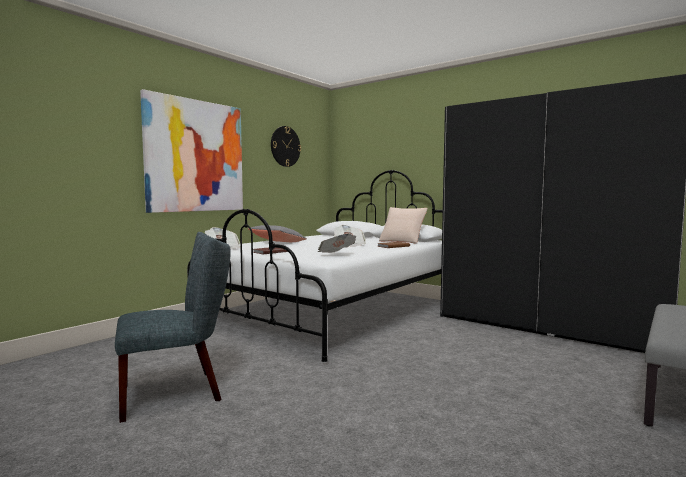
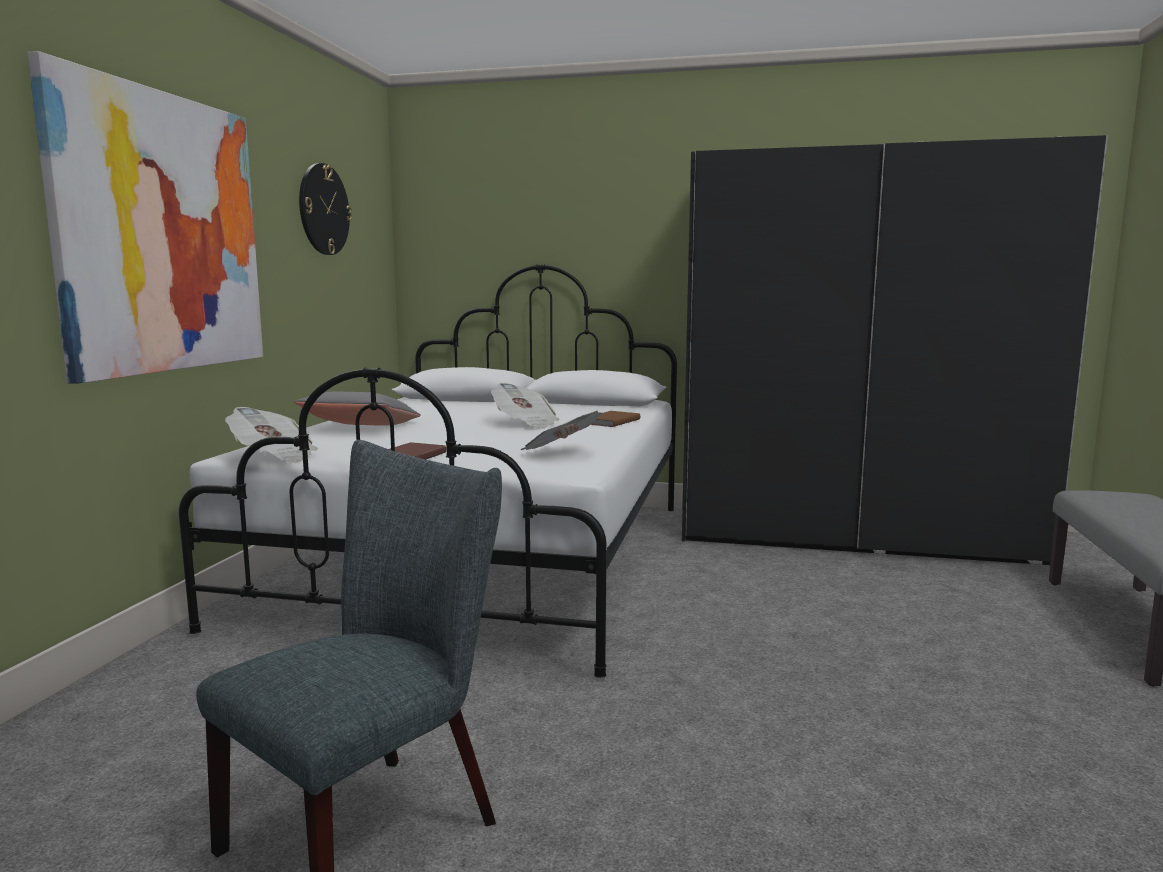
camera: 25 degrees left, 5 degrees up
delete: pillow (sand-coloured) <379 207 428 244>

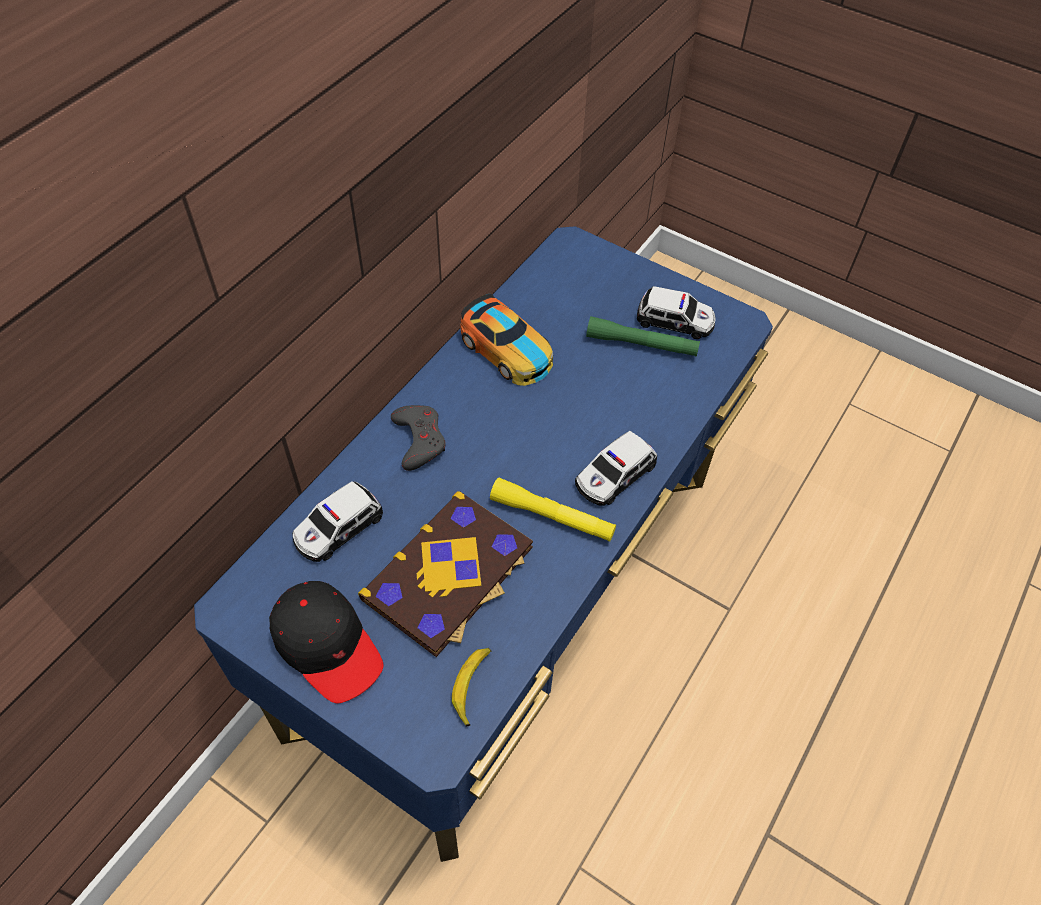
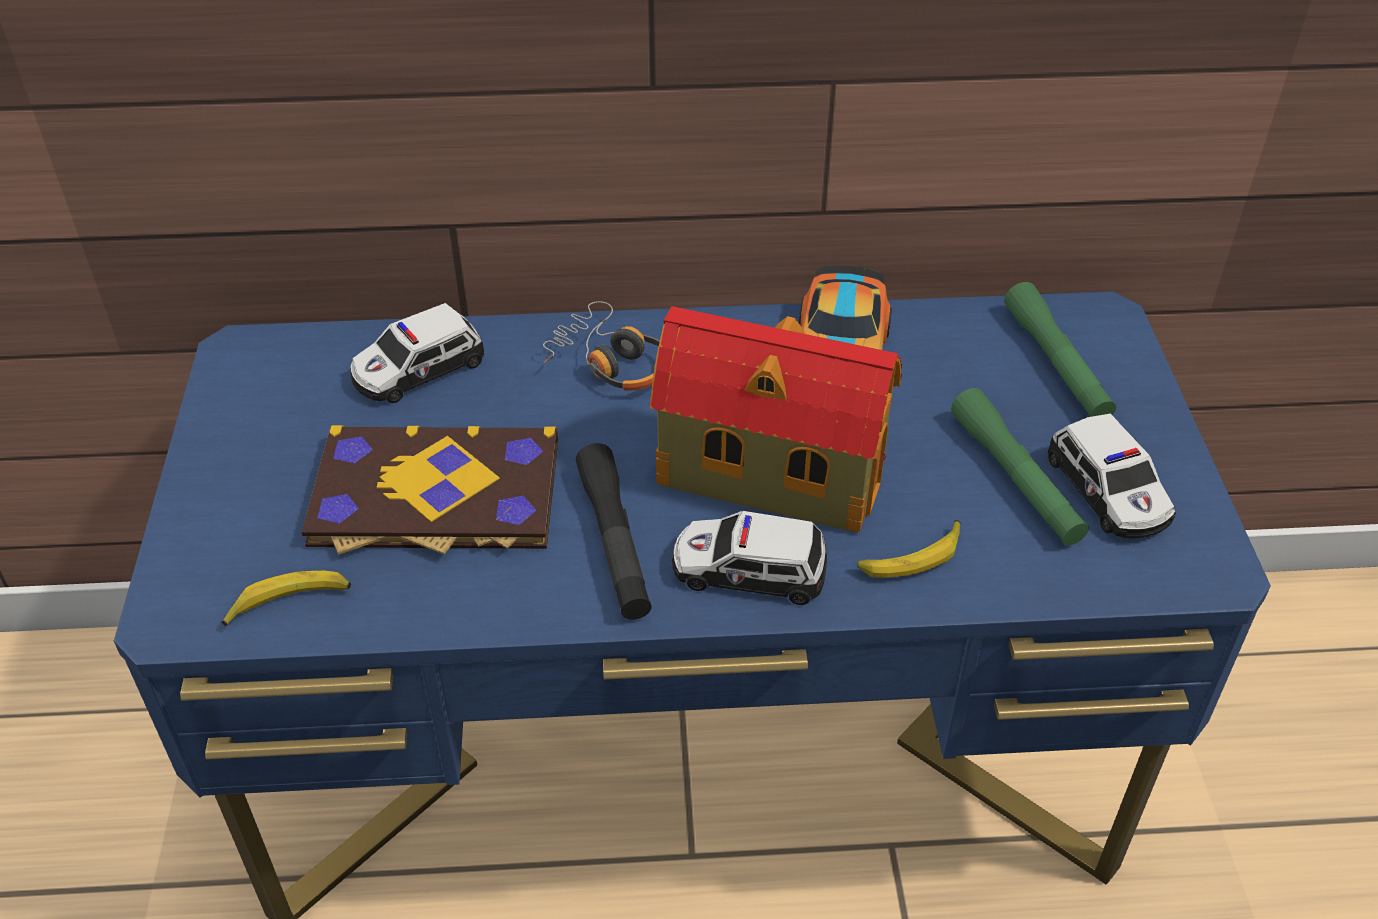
camera: 55 degrees right, 10 degrees down
delete: baseball cap (black) <269 581 383 703>
insert: model house <650 306 902 533>; banana fruit <857 520 961 578>; flashlight (green) <1005 282 1116 417>
replace: game controller (greyish) <391 405 446 471> to headphones <543 301 660 391>
recolor: flashlight (yellow-coloured) <490 477 616 542> to flashlight (black) <576 443 652 620>
rotate: toy car <292 481 383 562> = <350 303 484 403> 45 degrees counterclockwise

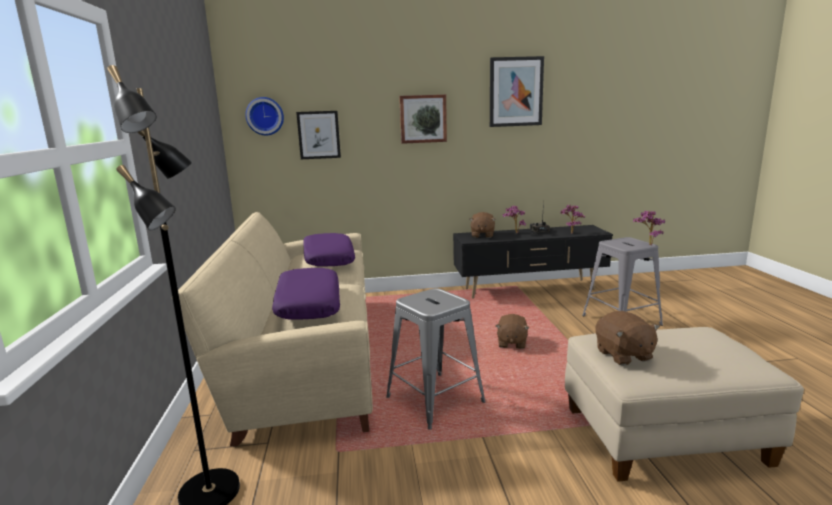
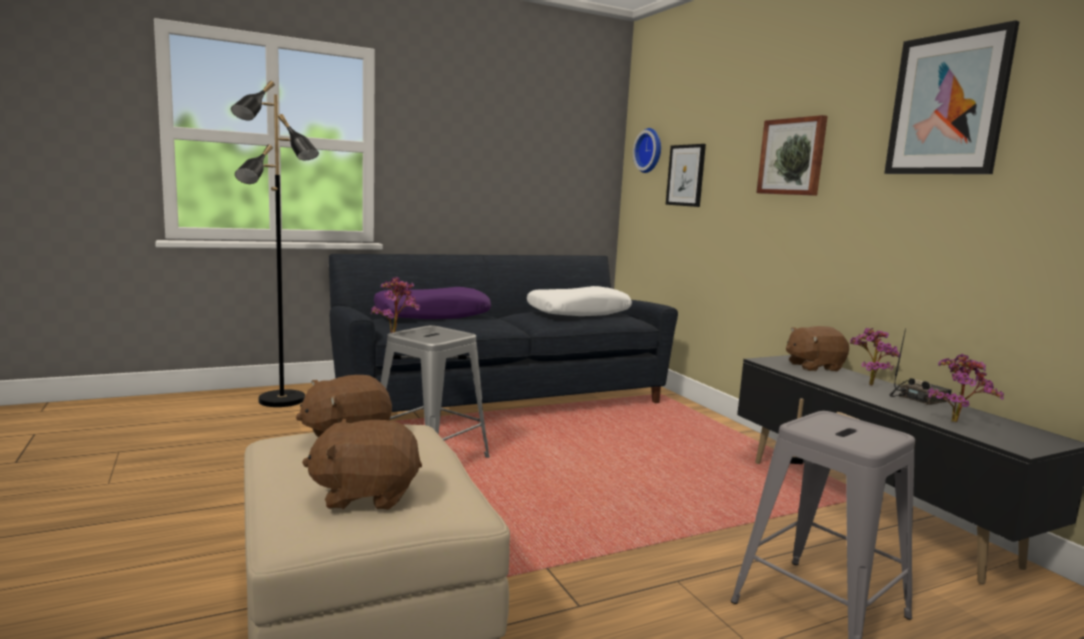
camera: 70 degrees right, 5 degrees down
move: soft toy (brownish) <496 314 529 349> to <302 419 422 510>; potted plant <633 211 665 245> to <371 277 420 333>
recolor: settee (sand-coloured) <172 212 373 447> to settee (black) <329 254 678 412>; pillow (purple) <303 233 355 266> to pillow (white) <527 286 632 316>

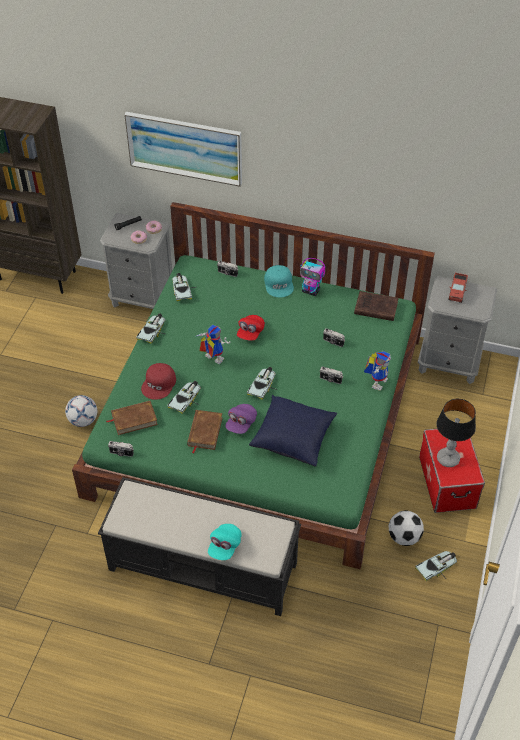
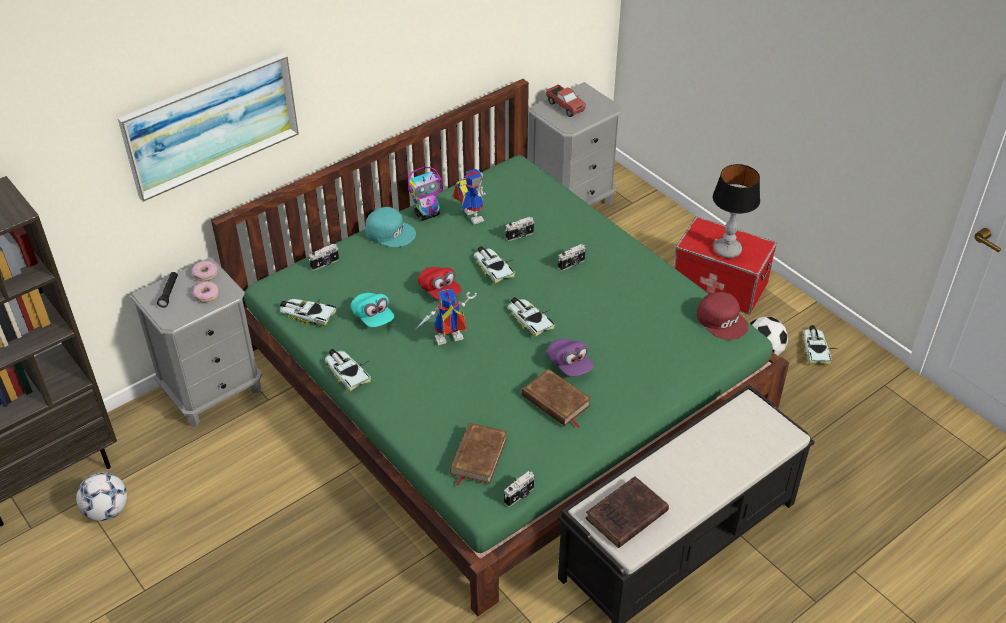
camera: 55 degrees left, 5 degrees down
delete: pillow (blue) <249 395 337 466>
move: ball for football <65 395 97 427> to <76 472 127 521>; baseball cap (red-coloured) <141 363 176 400> to <697 292 748 340>; toy car <167 381 201 414> to <474 246 515 284>; baseball cap (blue-green) <208 524 242 560> to <351 293 395 327>; book (brownish) <354 291 398 321> to <586 476 669 548>; toy robot <364 351 391 391> to <453 169 485 224>

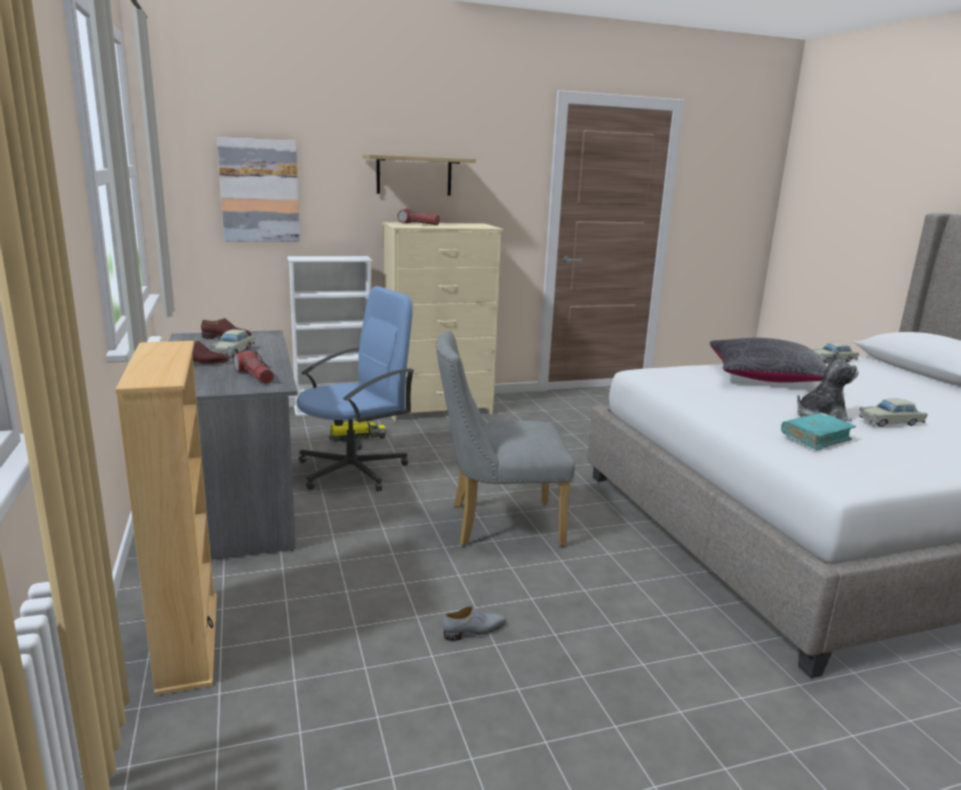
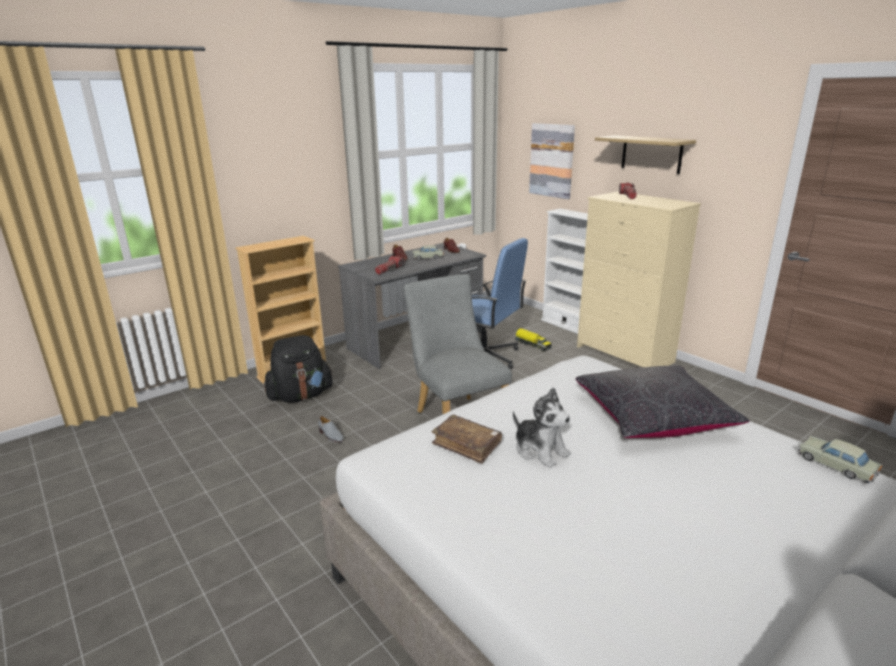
camera: 70 degrees right, 5 degrees up
delete: toy car (sand-coloured) <859 399 928 427>
insert: backpack (black) <264 335 333 403>
recolor: book (blue-green) <781 413 856 450> to book (brownish) <432 414 502 464>

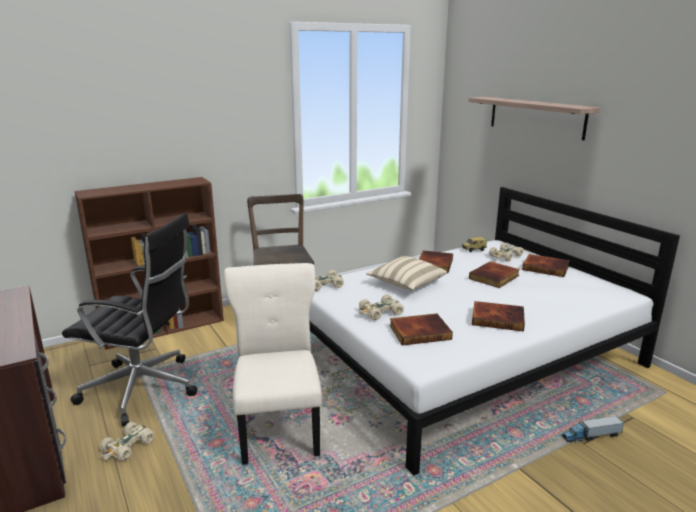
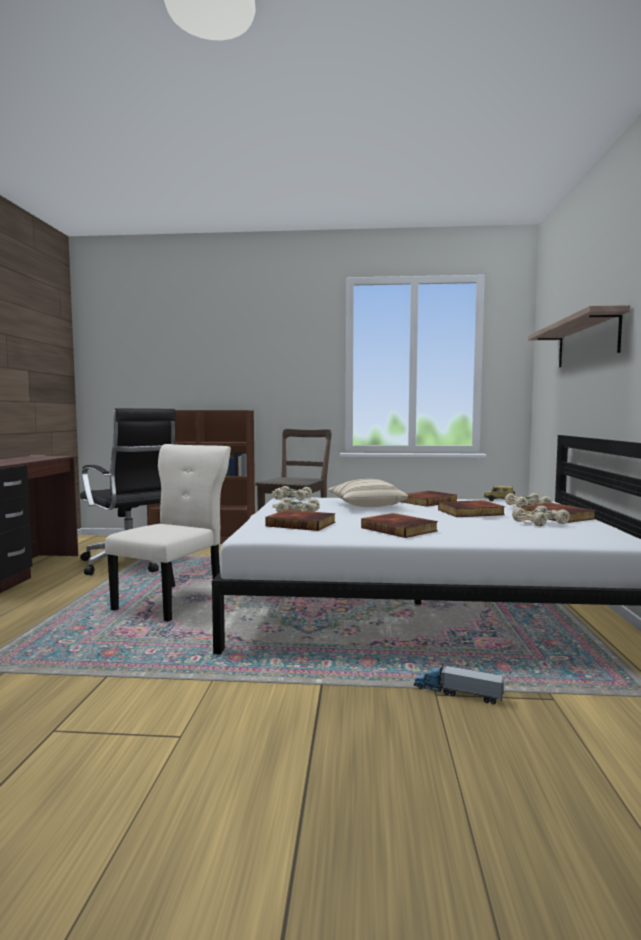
camera: 35 degrees right, 15 degrees down
move: toy car (sand-coloured) <100 422 154 461> to <512 505 570 527>

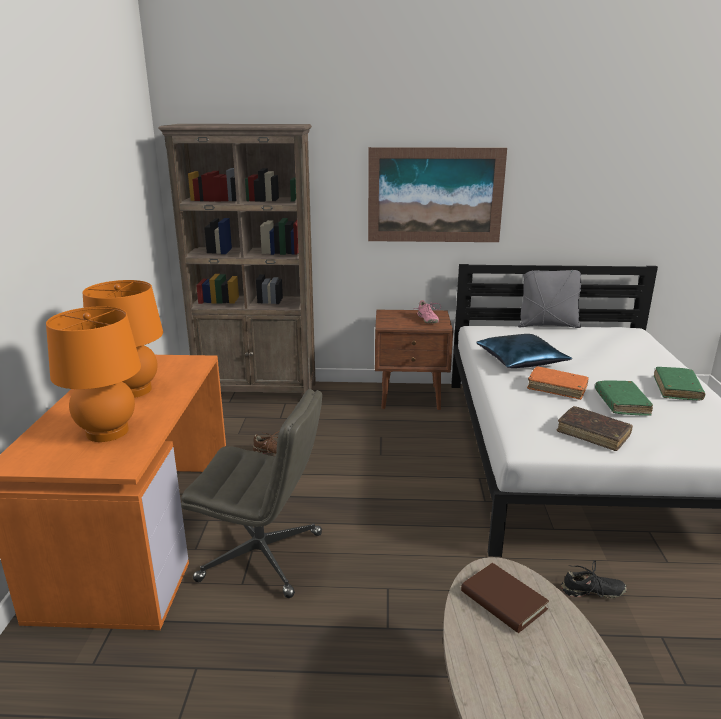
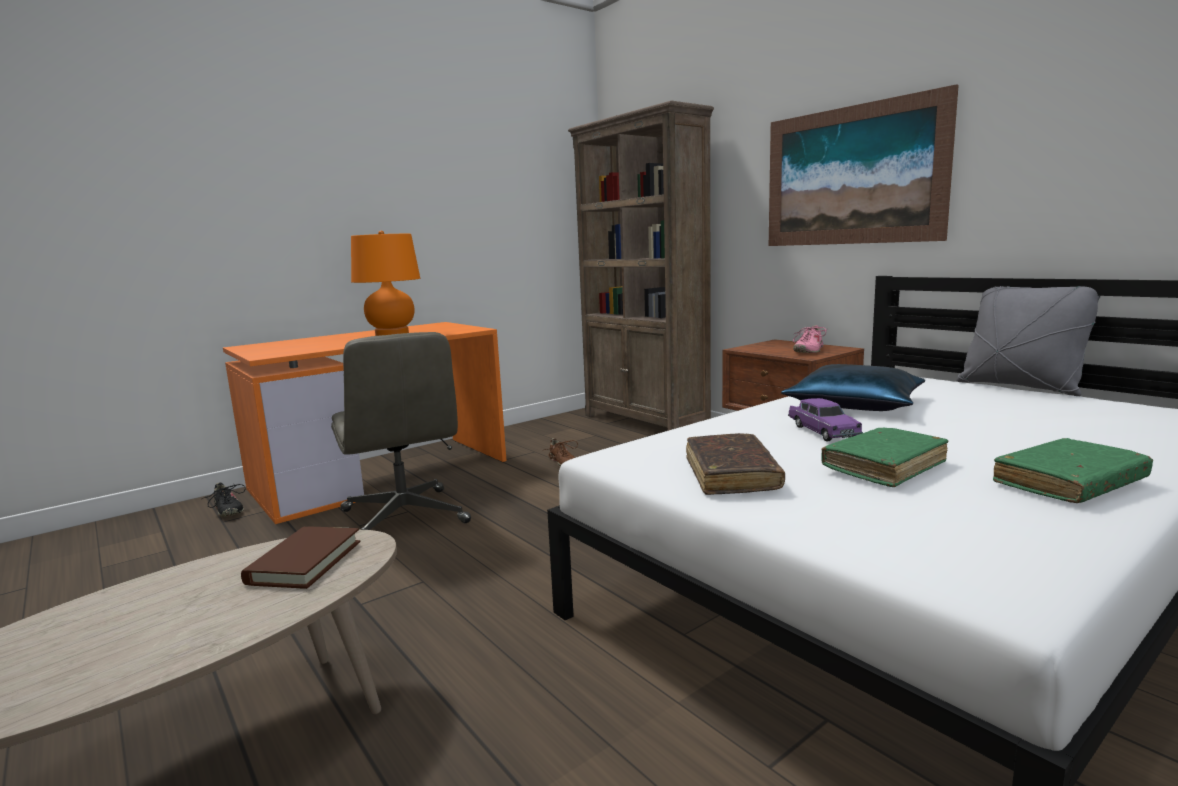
camera: 50 degrees right, 10 degrees down
delete: table lamp (orangey) <46 306 141 442>
move: low shoe (black) <561 560 627 599> to <202 482 246 517>
replace: book (orangey) <527 366 589 400> to toy car (purple) <788 398 863 441>

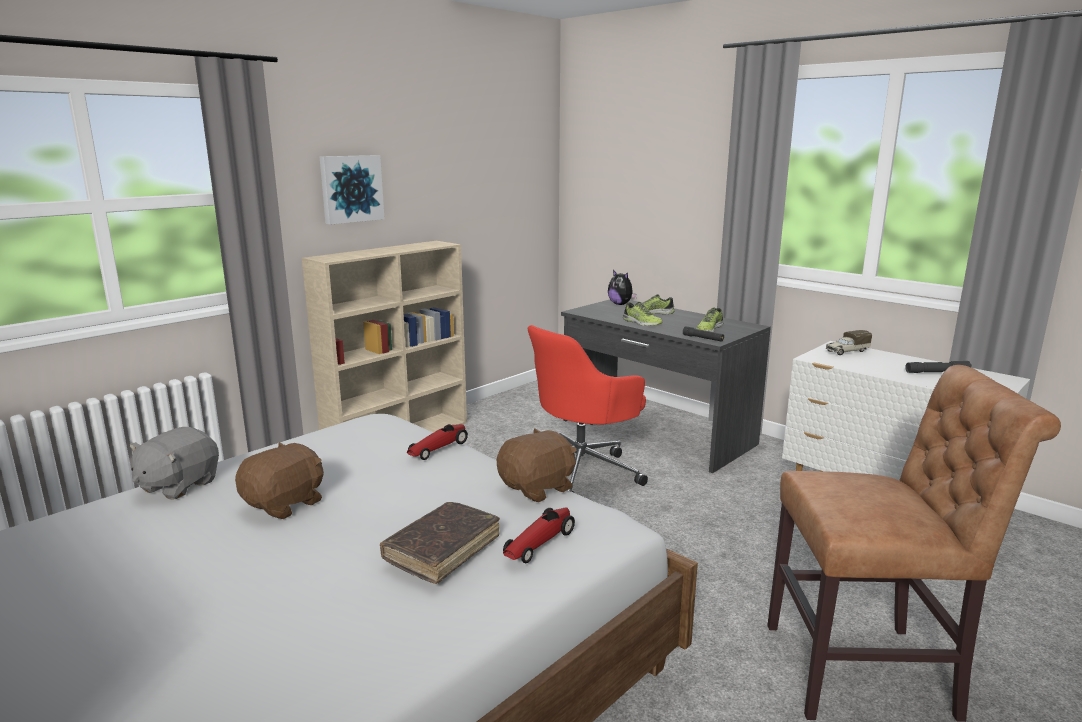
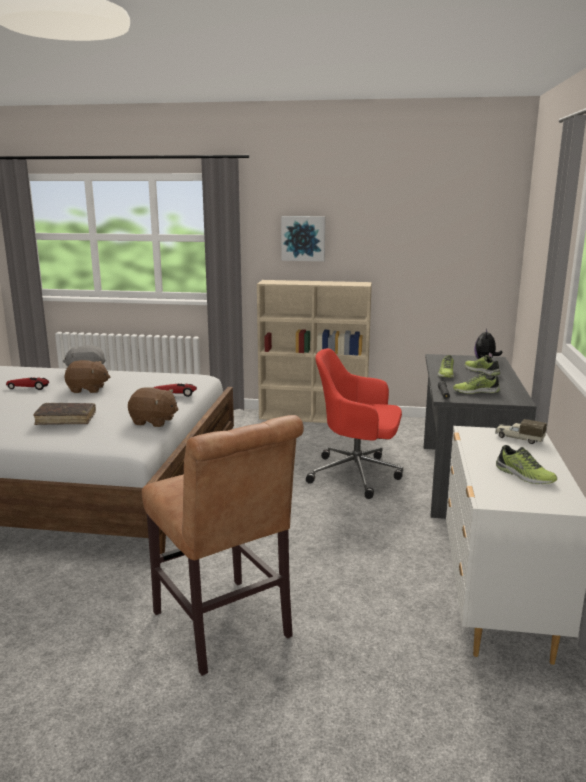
camera: 55 degrees right, 0 degrees up
move: toy car <503 508 575 563> to <6 377 49 390>
replace: flashlight (greyish) <905 361 972 373> to low shoe <496 445 557 484>

